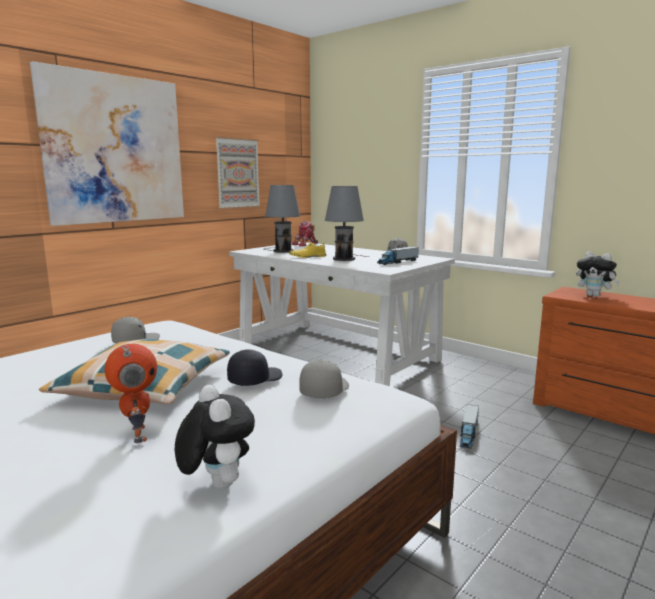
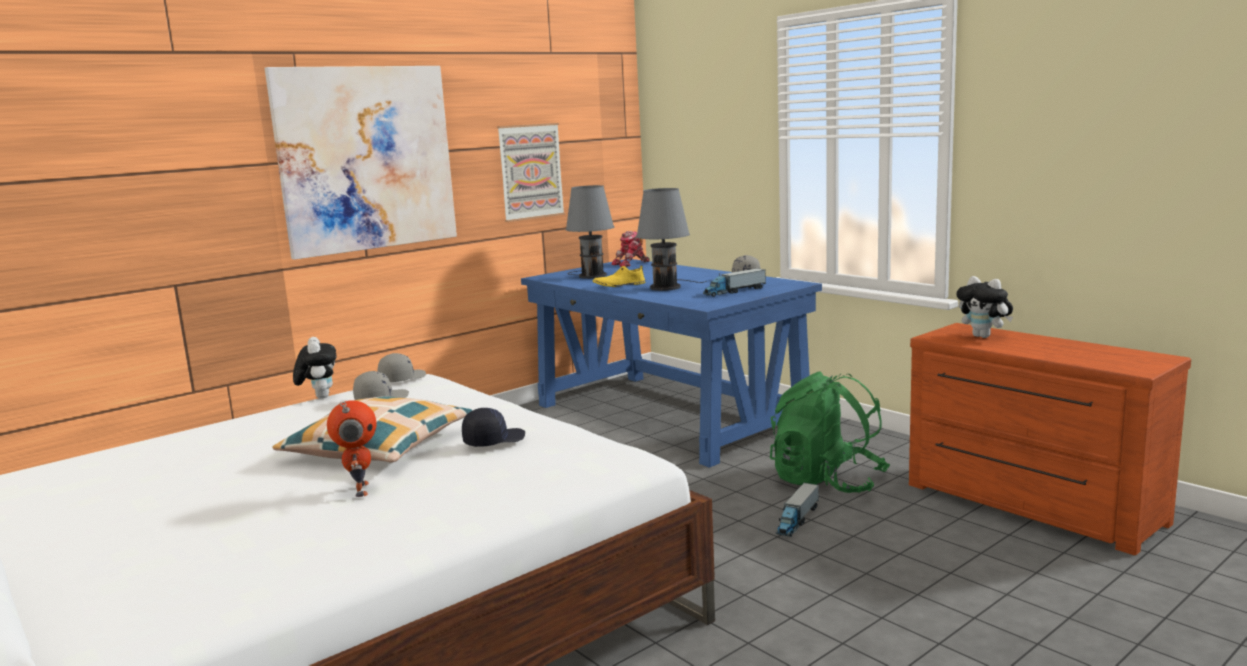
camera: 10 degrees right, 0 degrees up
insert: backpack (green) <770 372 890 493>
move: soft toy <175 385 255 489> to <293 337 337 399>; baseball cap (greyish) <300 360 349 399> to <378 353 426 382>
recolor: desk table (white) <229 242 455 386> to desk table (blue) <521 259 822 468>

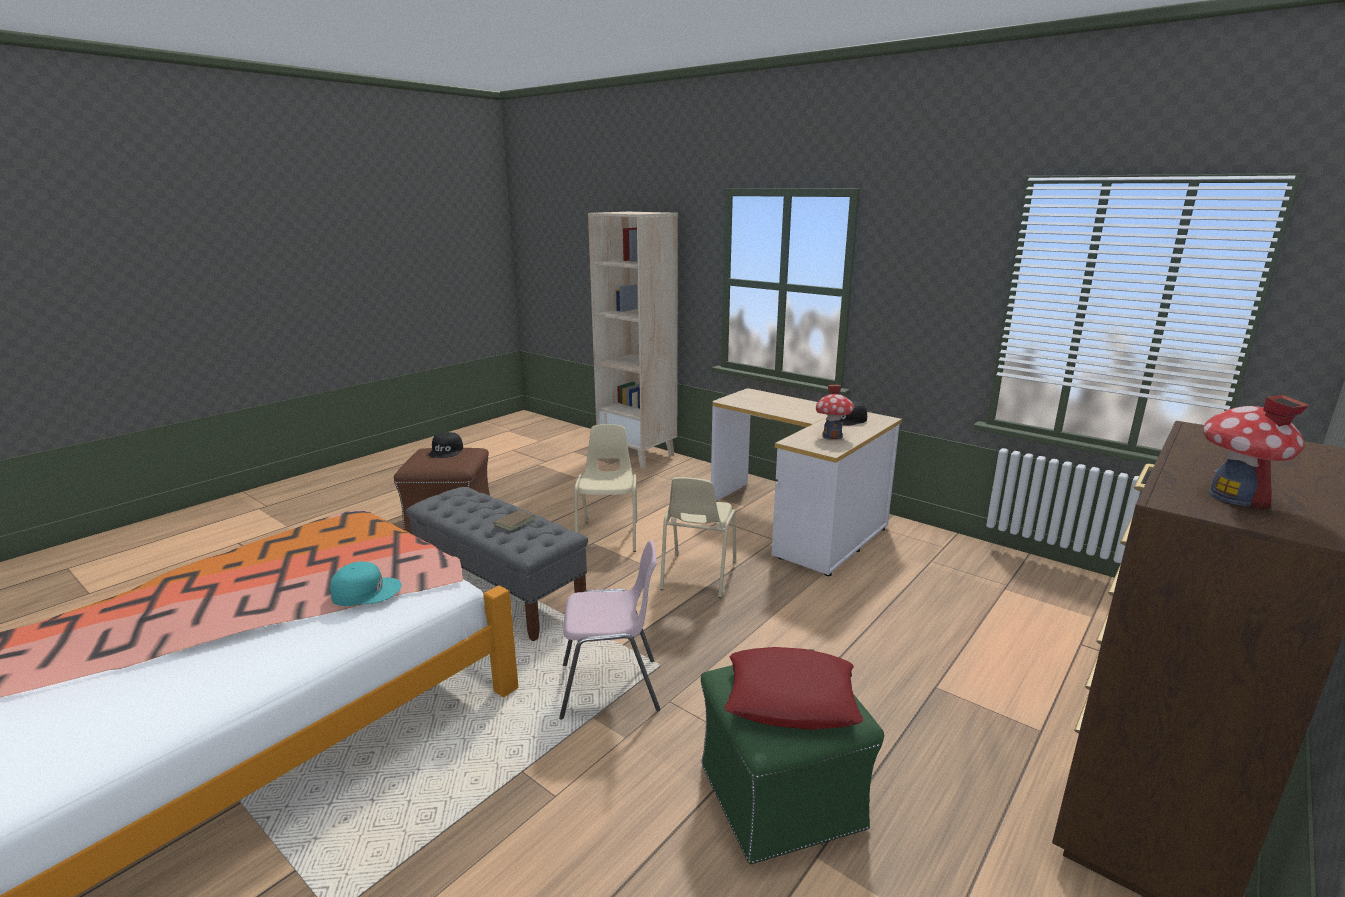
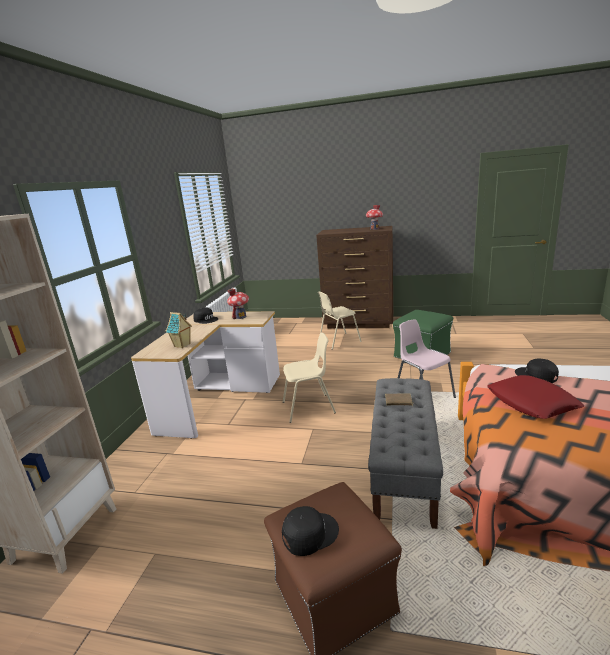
camera: 115 degrees left, 0 degrees up
insert: model house <166 312 192 348>
move: chair (sand-coloured) <574 424 637 552> to <318 292 362 350>; pillow (red-coloured) <724 647 863 729> to <487 375 585 419>
recolor: baseball cap (blue-green) <330 562 402 606> to baseball cap (black) <515 359 559 383>

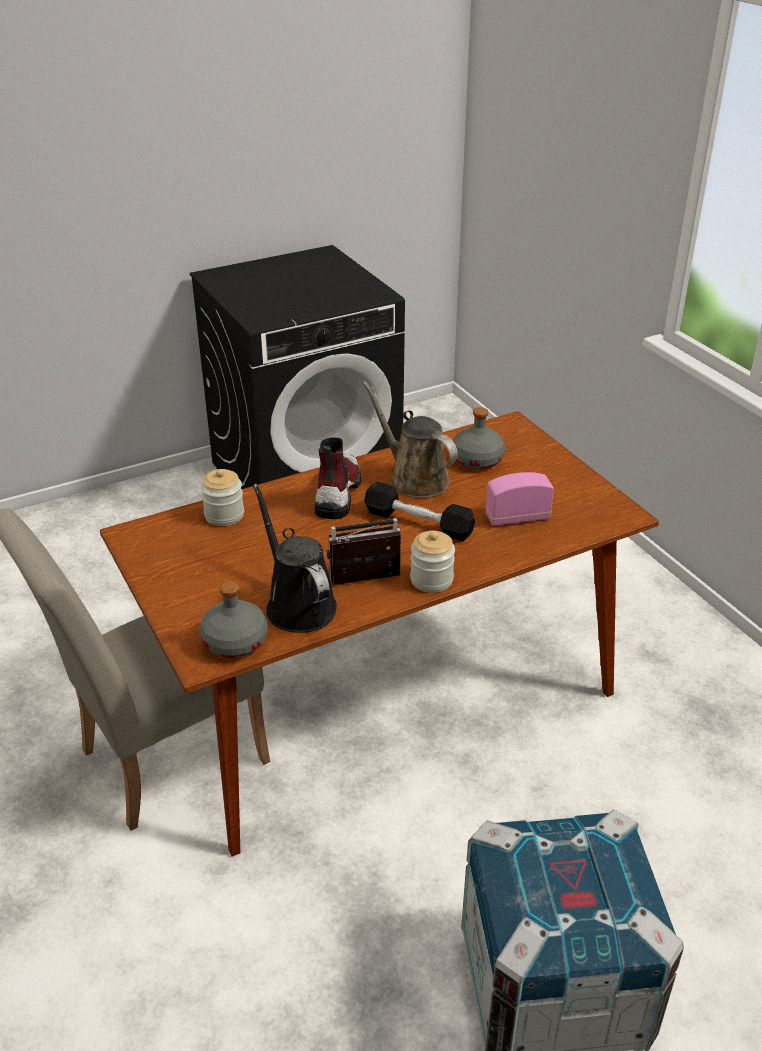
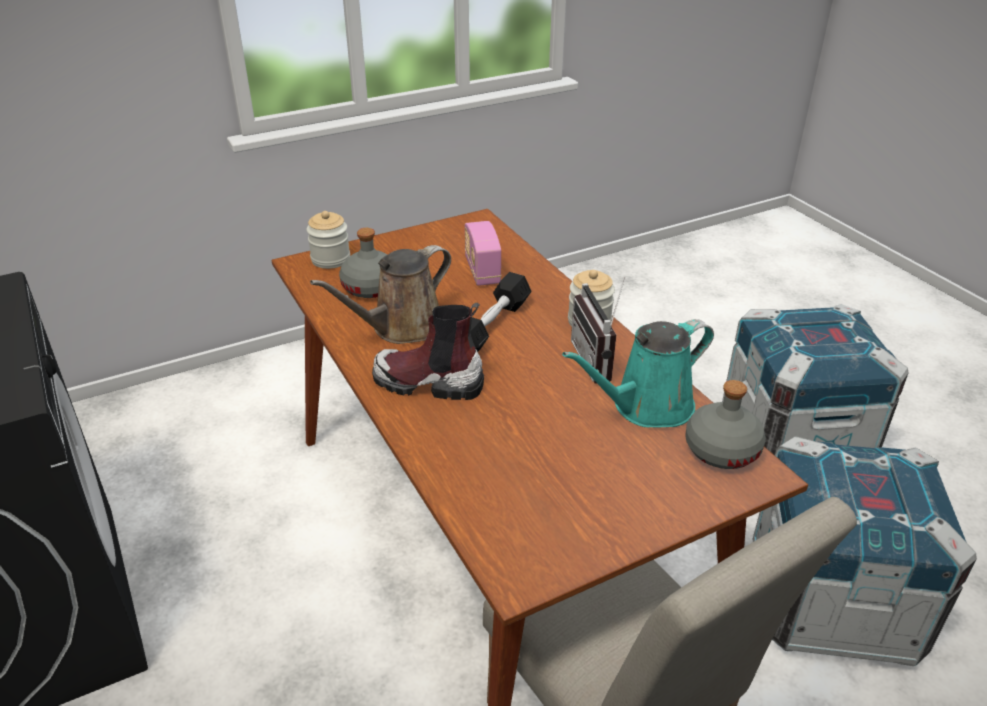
camera: 90 degrees left, 0 degrees up
insert: crate <752 436 977 666>
move: storage jar <201 469 244 526> to <307 211 350 269>
recolor: watering can (black) <253 484 337 633> to watering can (blue-green) <562 319 714 428>

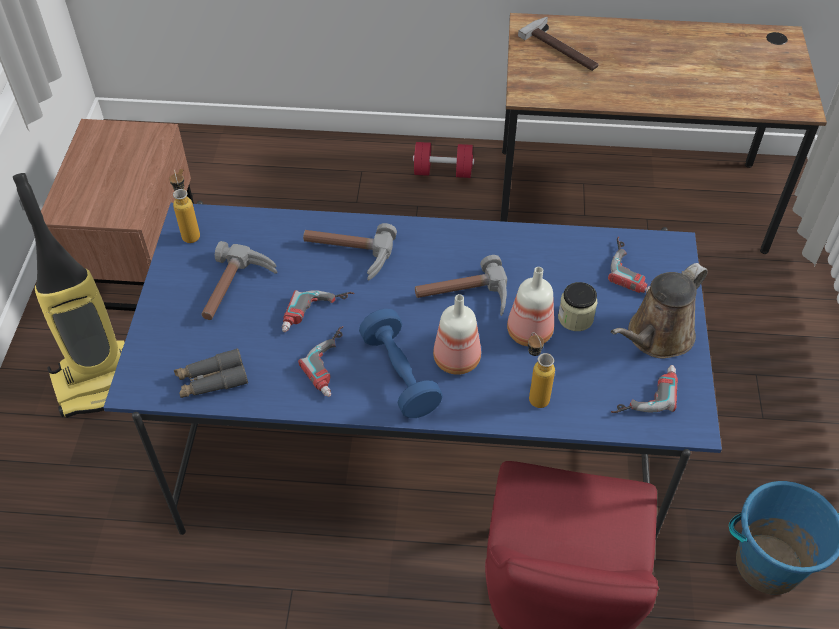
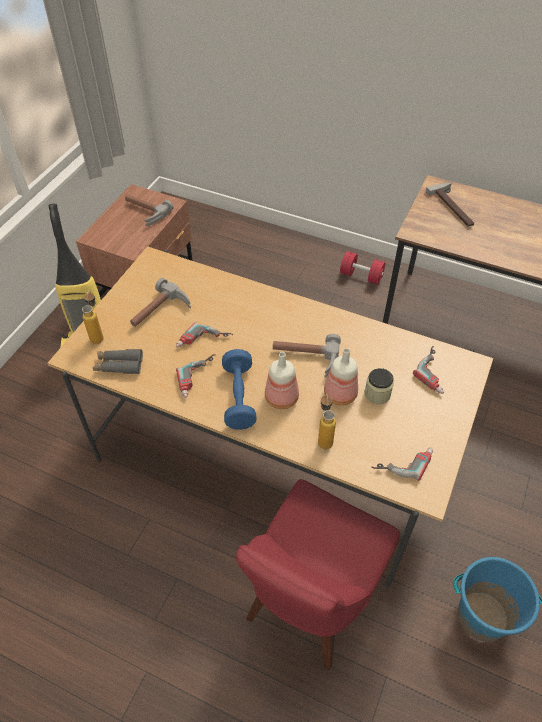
camera: 20 degrees right, 0 degrees up
delete: watering can (brownish) <611 263 708 358>
move: drink bottle <169 170 200 243> to <82 290 104 344>; hand hammer <303 223 397 280> to <125 194 174 226>
recolor: kitchen table (blue) <103 201 722 539> to kitchen table (sand-coloured) <47 246 493 587>

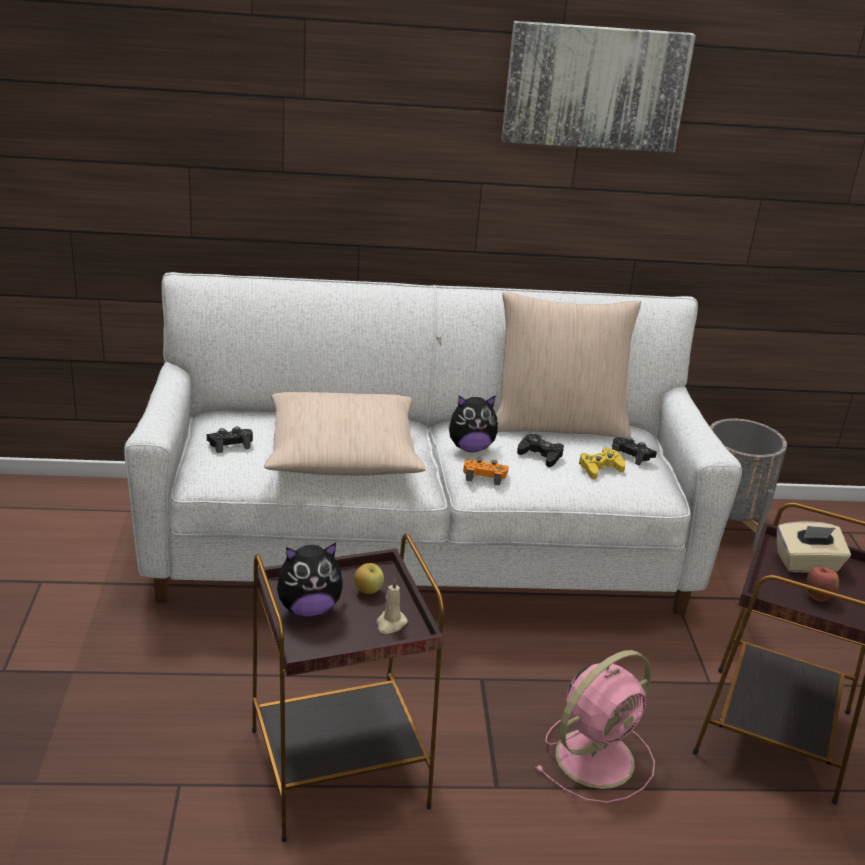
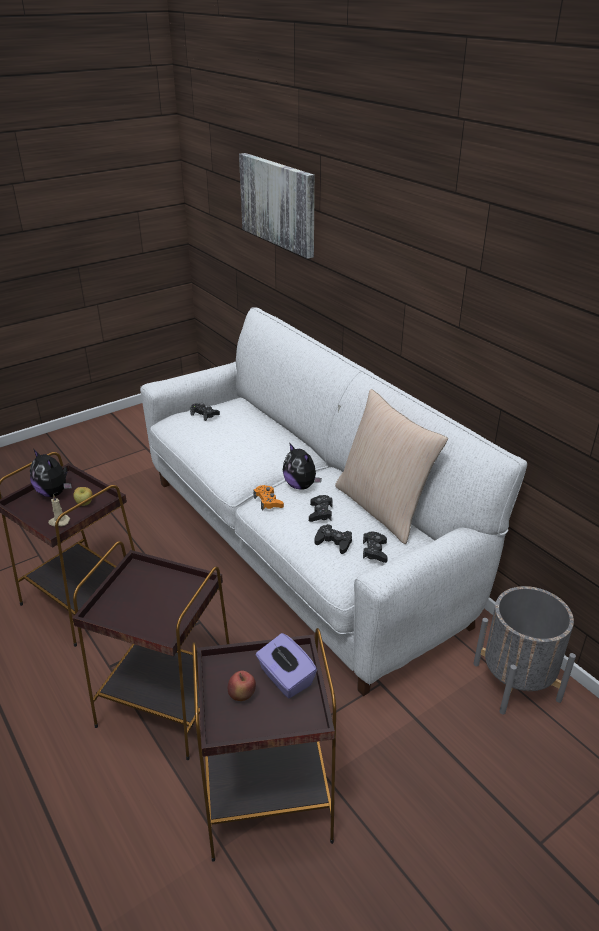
camera: 60 degrees right, 5 degrees up
delete: pillow (sand-coloured) <264 392 426 476>
move: picture <501 21 696 152> to <239 153 315 259>
replace: fan (pinkish) <535 650 655 803> to end table (brownish) <73 541 230 760>
recolor: game controller (yellow-coloured) <579 448 626 479> to game controller (black) <315 524 352 554>; tissue box (sand-coloured) <777 521 851 572> to tissue box (purple) <256 633 317 698>

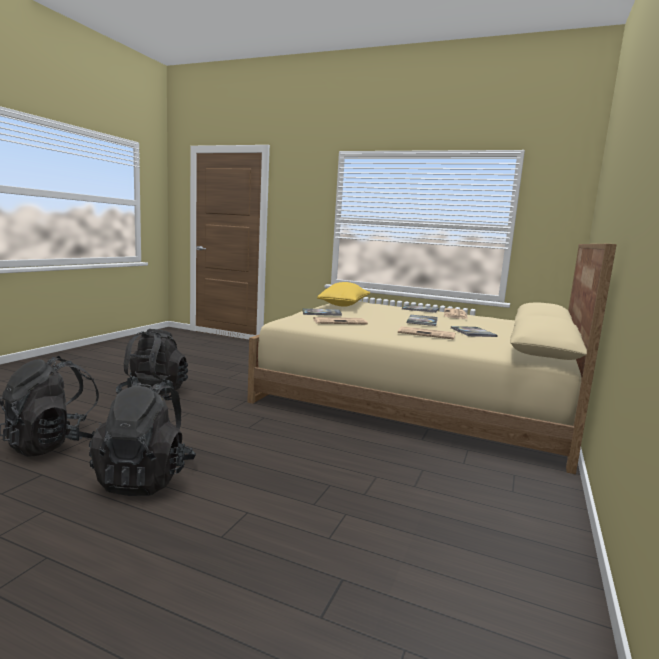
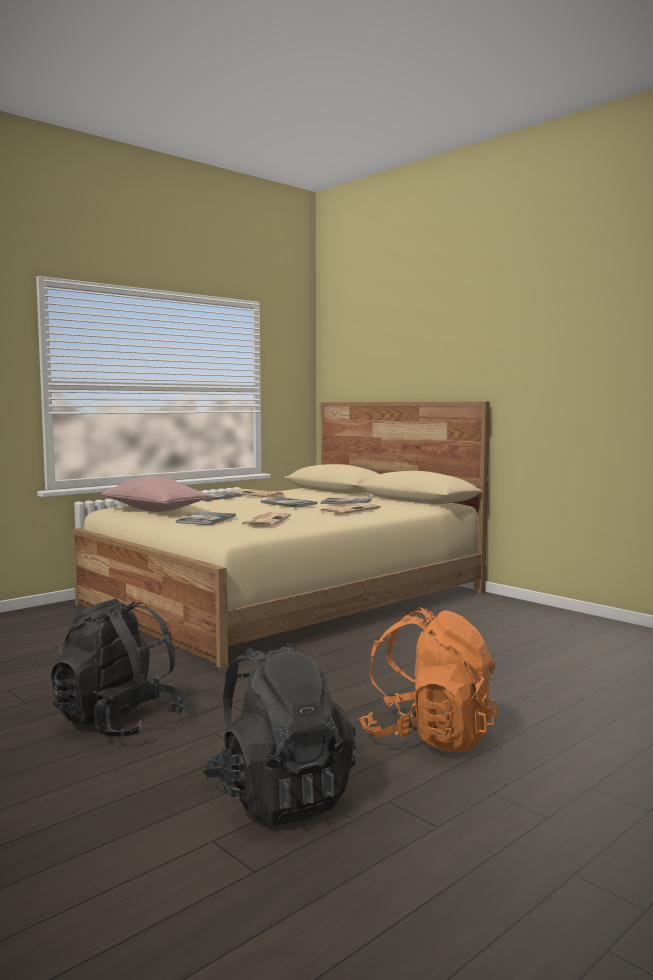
camera: 65 degrees left, 5 degrees down
recolor: backpack (black) <89 380 196 496> to backpack (orangey) <359 607 497 752>; pillow (yellow-coloured) <317 282 370 307> to pillow (pinkish) <101 476 210 512>

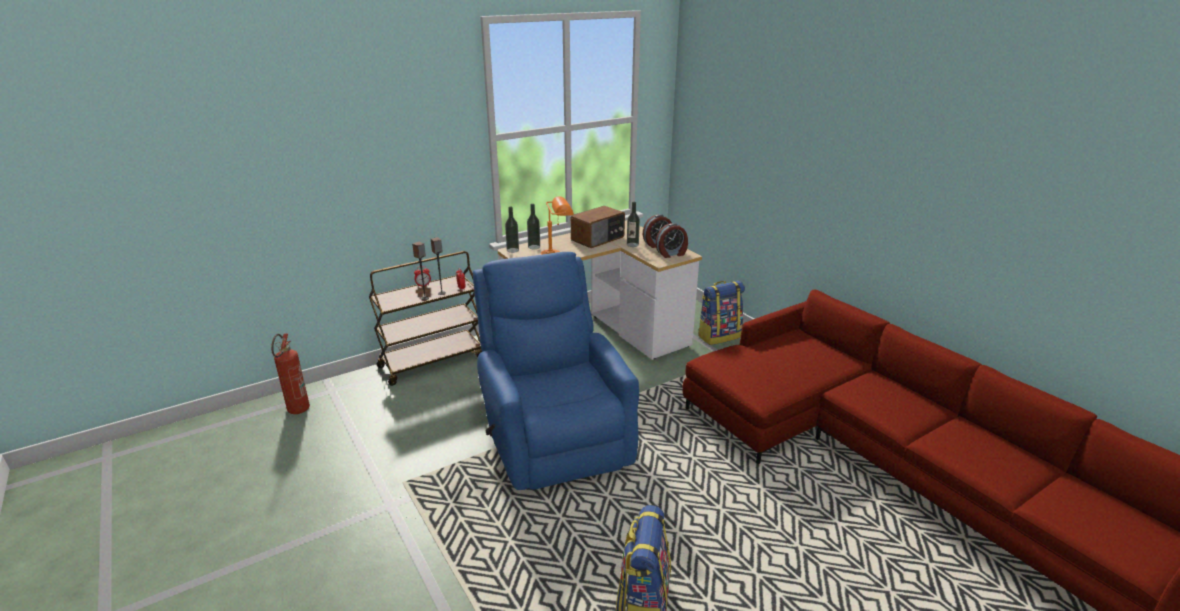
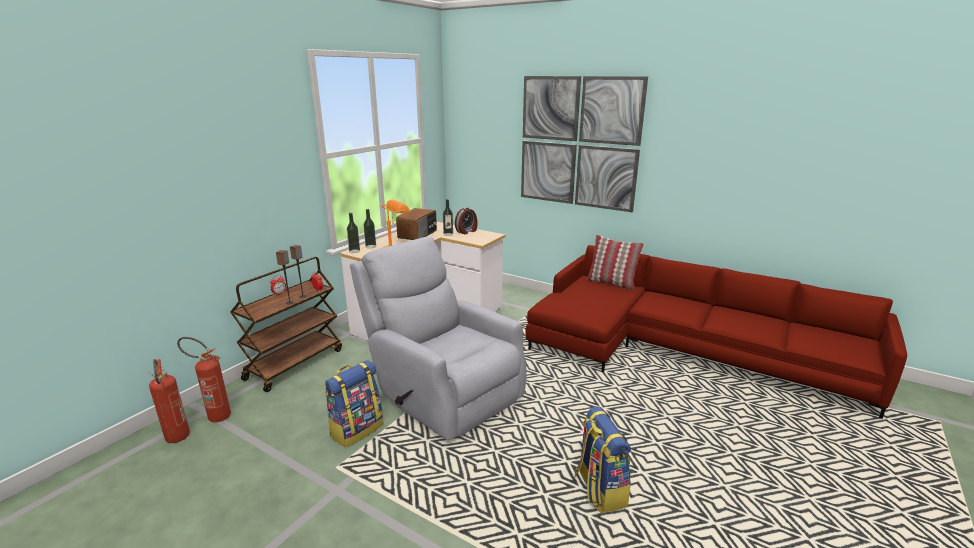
camera: 25 degrees left, 5 degrees down
delete: bedside clock <656 223 688 258>
insert: fire-fighting cylinder <177 337 231 422>; picture <521 76 648 212>; pillow <586 235 643 290>
move: backpack <698 281 745 345> to <324 360 383 448>
recolor: armchair (blue) <473 252 639 490> to armchair (greyish) <350 237 526 440>

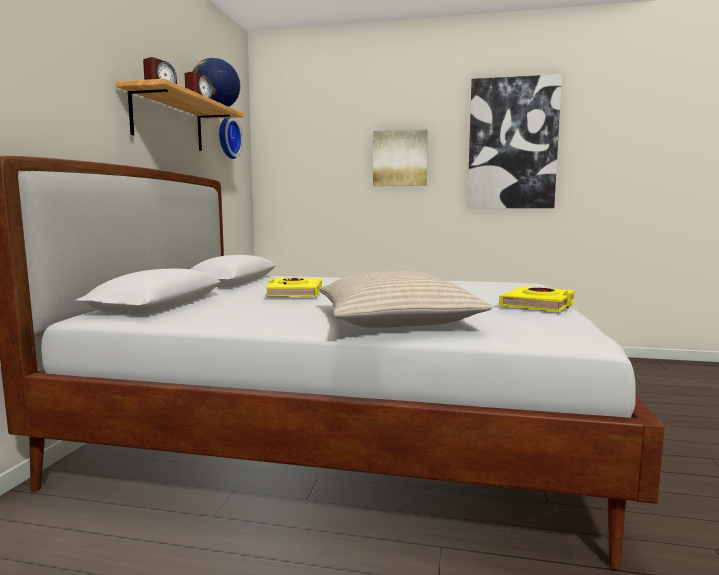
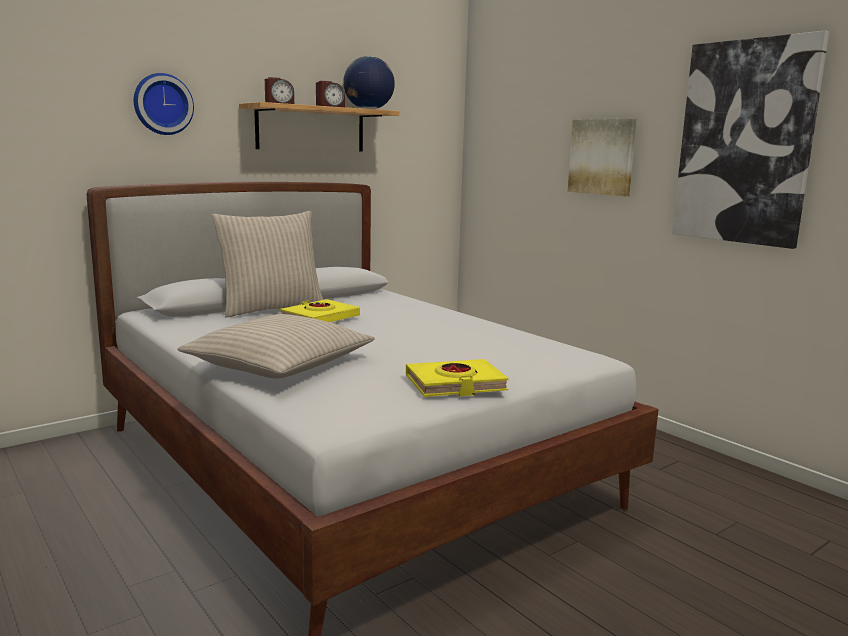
camera: 40 degrees right, 5 degrees up
insert: pillow (sand-coloured) <211 211 323 318>
move: hanging clock <219 118 243 159> to <134 73 194 135>

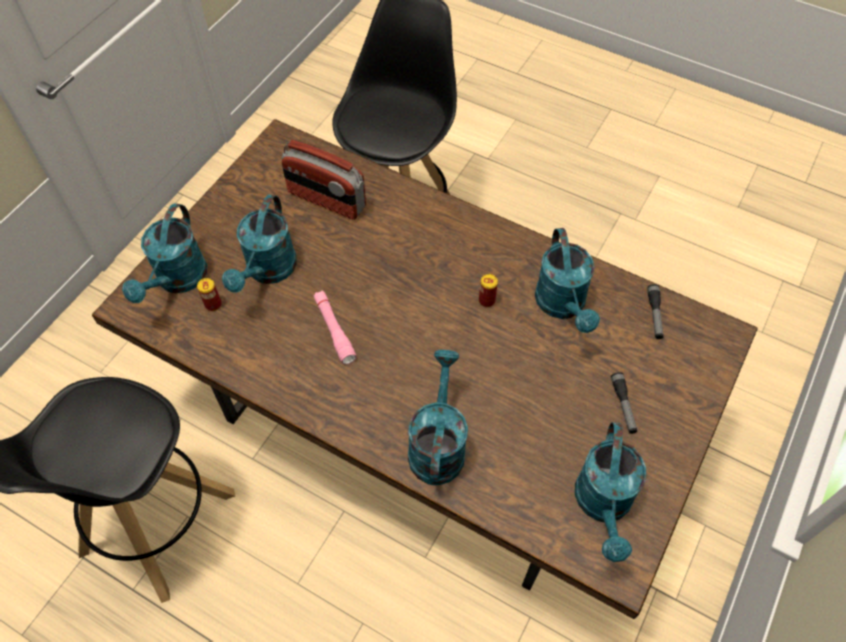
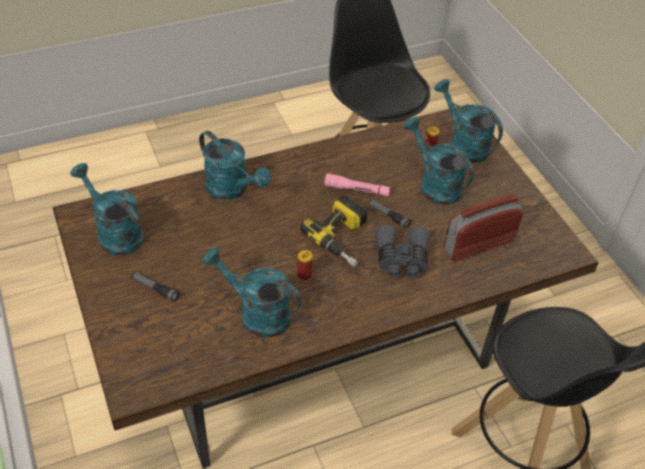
camera: 125 degrees right, 10 degrees down
insert: electric drill <300 196 367 267>; field glasses (greyish) <375 225 430 278>
move: flashlight <647 284 663 339> to <368 199 411 229>

